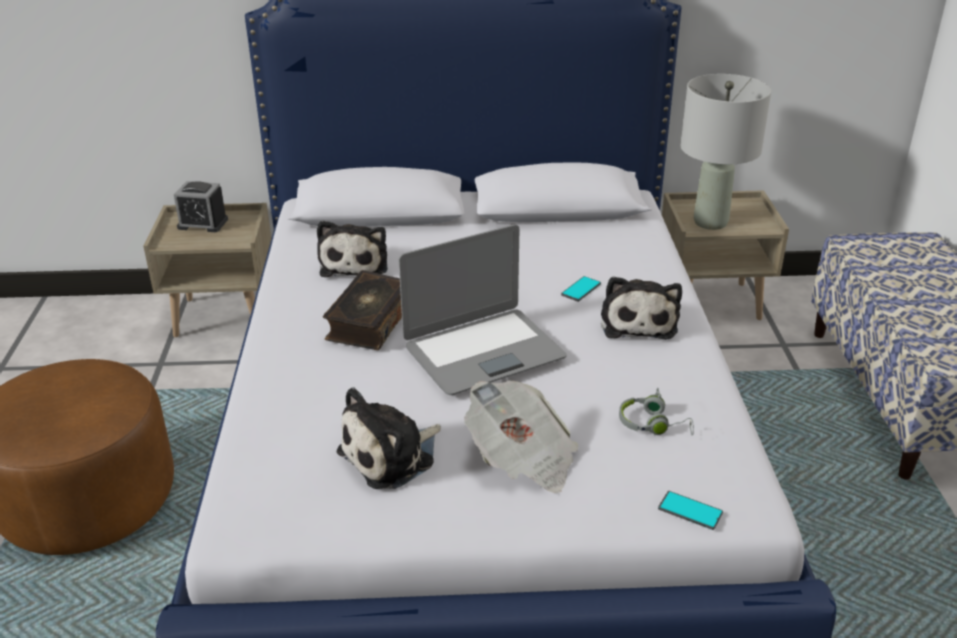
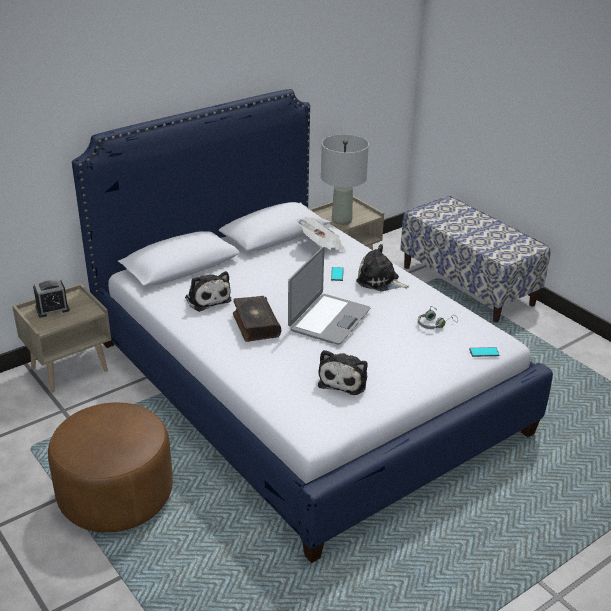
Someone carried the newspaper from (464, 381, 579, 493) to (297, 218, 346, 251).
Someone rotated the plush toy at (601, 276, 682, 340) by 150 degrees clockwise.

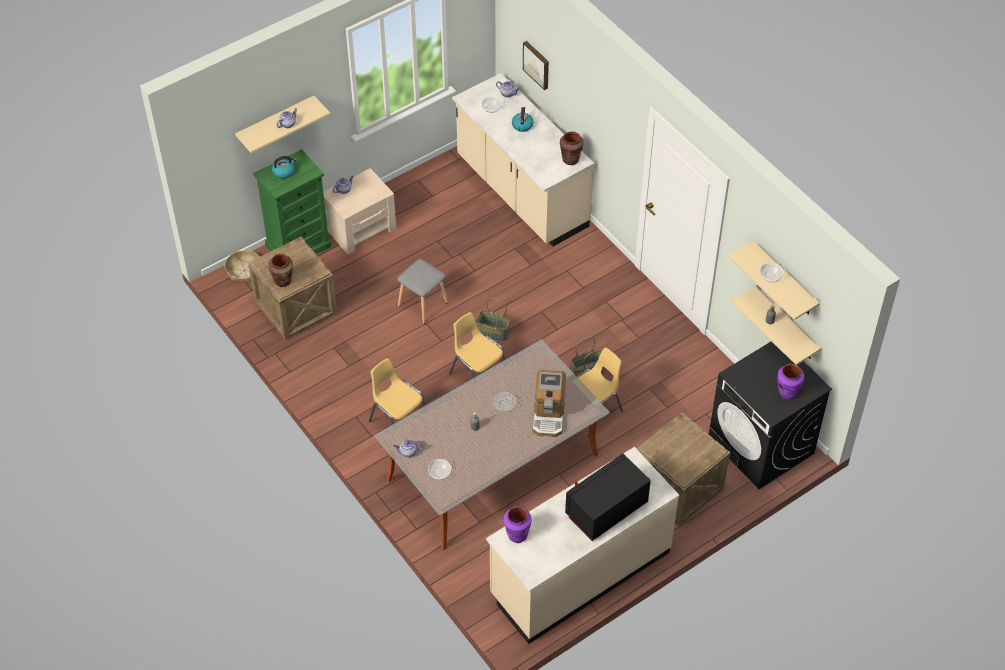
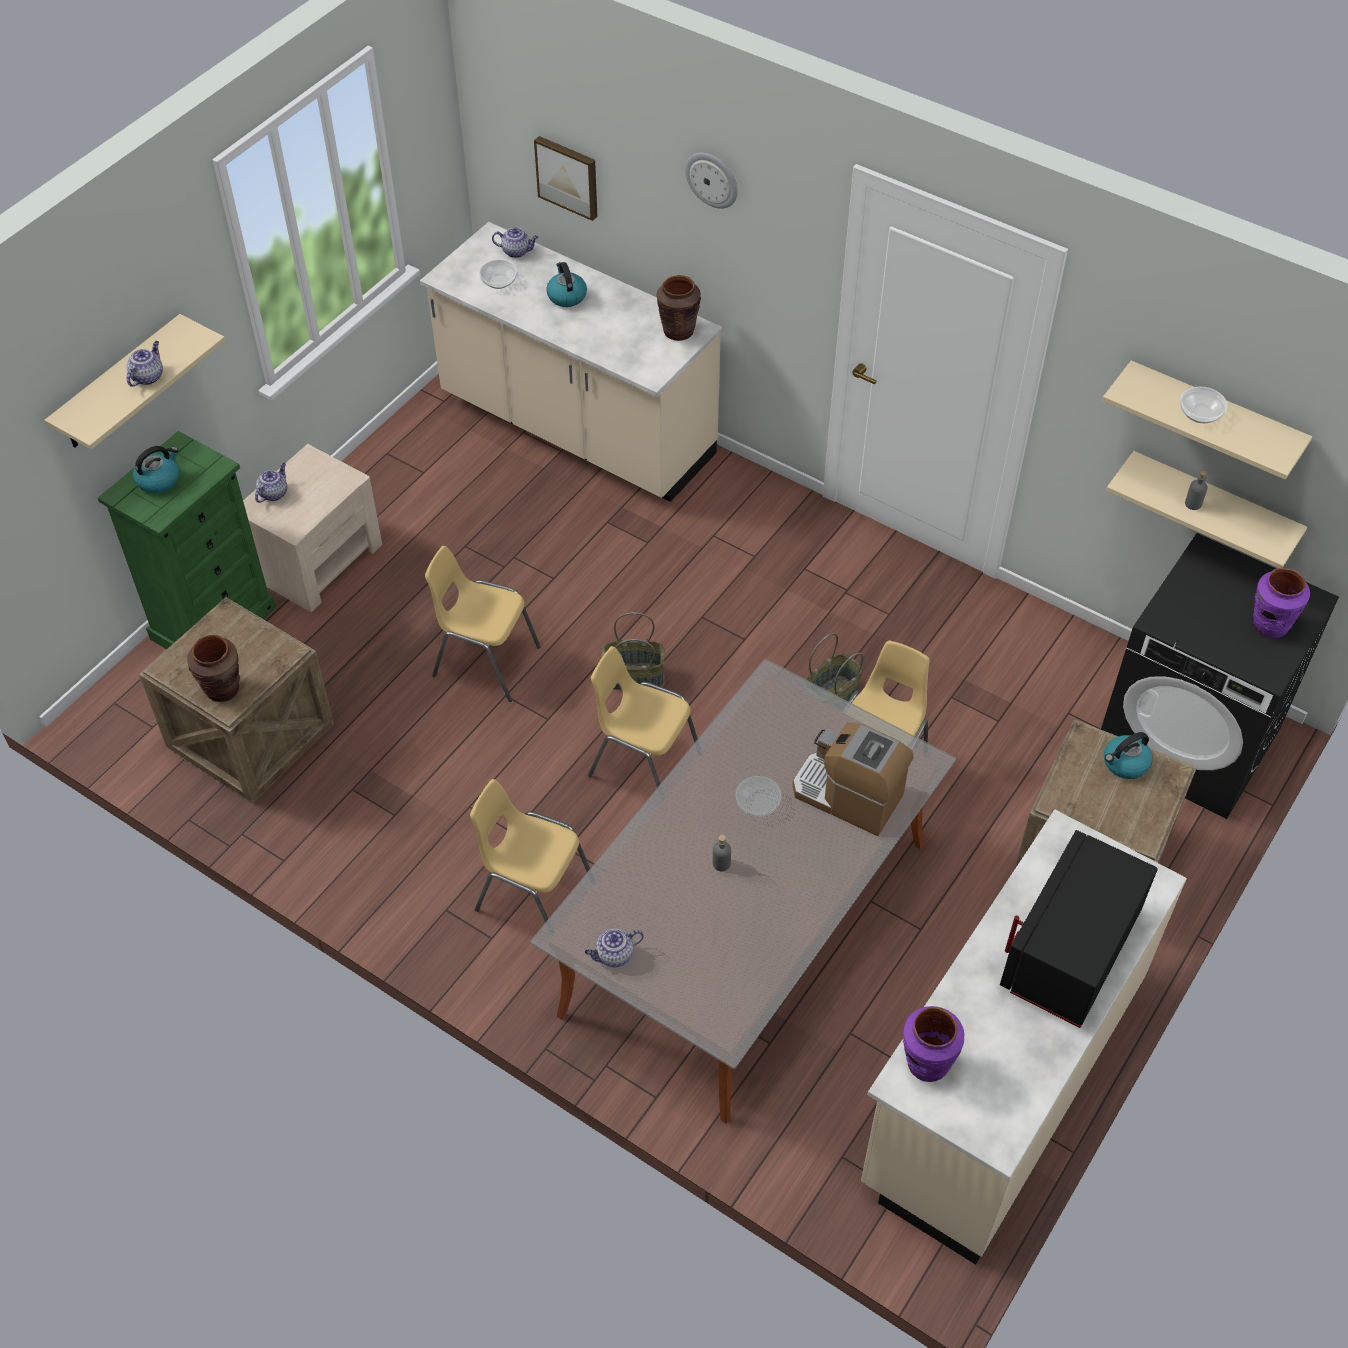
Someone took away the basket at (225, 250, 259, 283).
Someone swapped the grey stool at (397, 259, 448, 324) for the yellow chair at (425, 546, 541, 702).
Someone took away the bowl at (428, 459, 451, 480).
Someone rotated the coffee machine at (533, 370, 566, 437) by 135 degrees clockwise.
Someone put up the wall clock at (685, 153, 738, 209).
Someone put down the kettle at (1104, 732, 1153, 779).

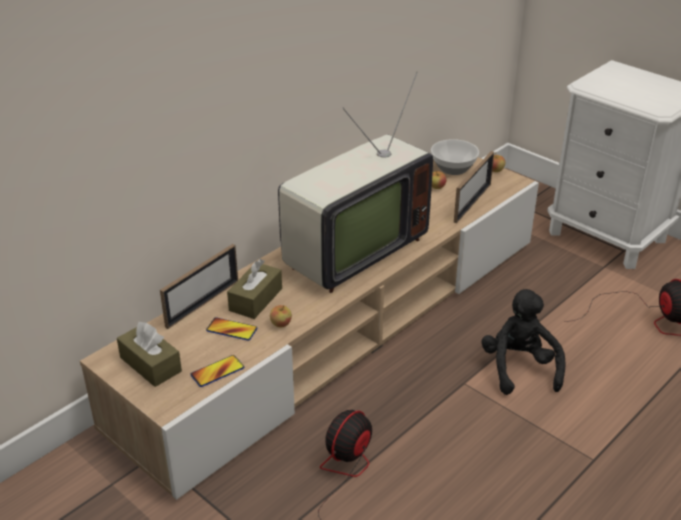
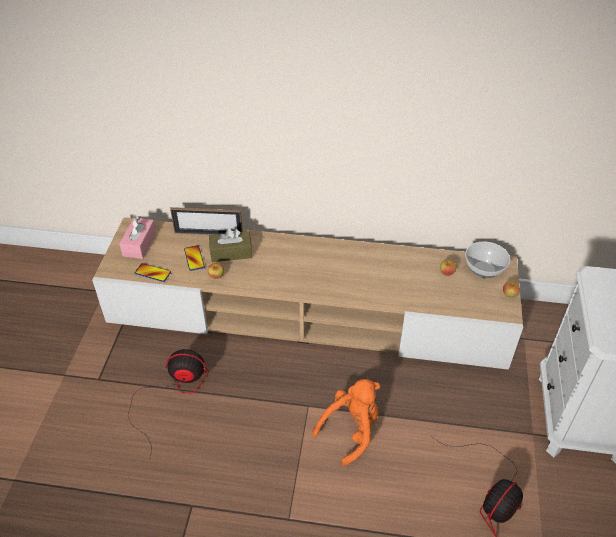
Someone repainted the brown tissue box at (117, 322, 182, 387), which became the pink tissue box at (119, 216, 156, 259).
Someone took away the television at (278, 71, 433, 293).
Someone took away the picture frame at (454, 151, 494, 223).
Someone repainted the black plush toy at (481, 289, 566, 395), which became the orange plush toy at (312, 379, 380, 466).

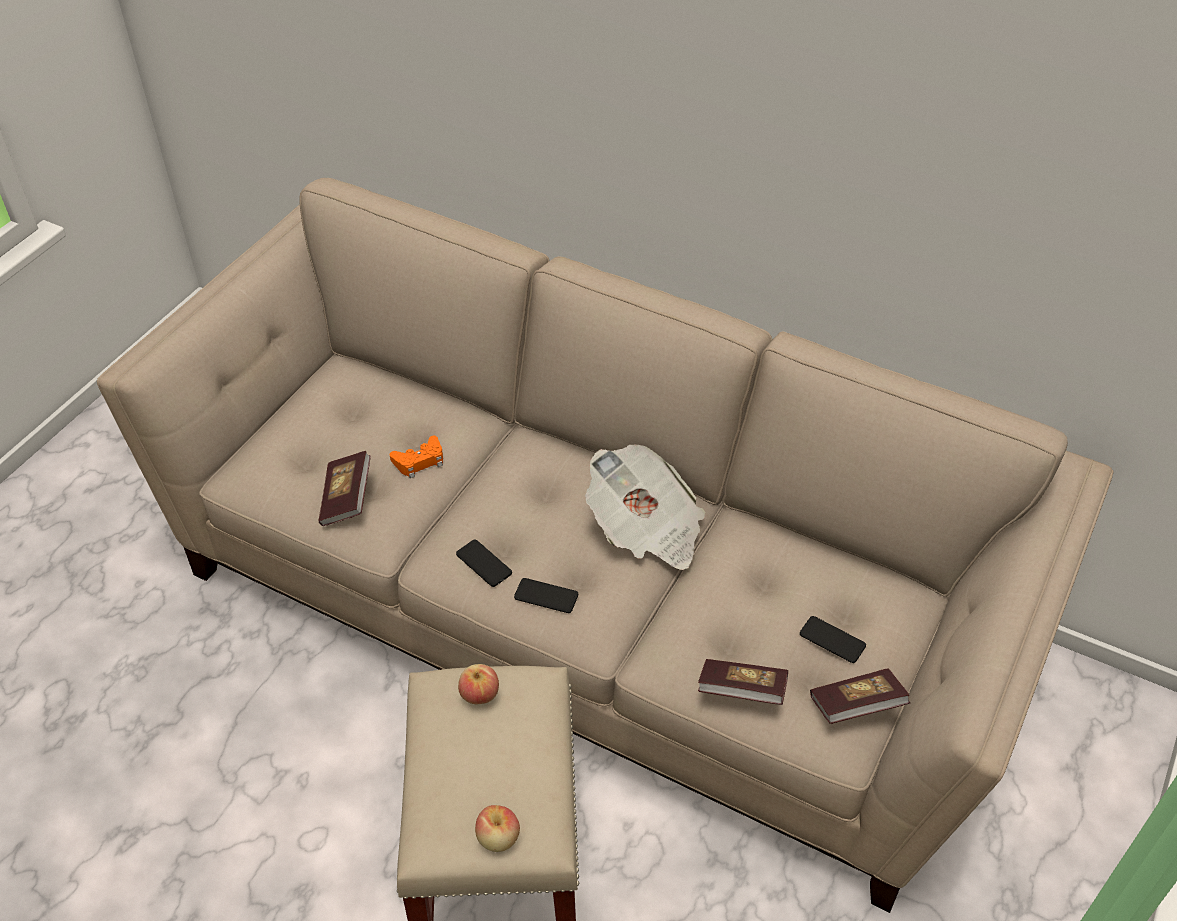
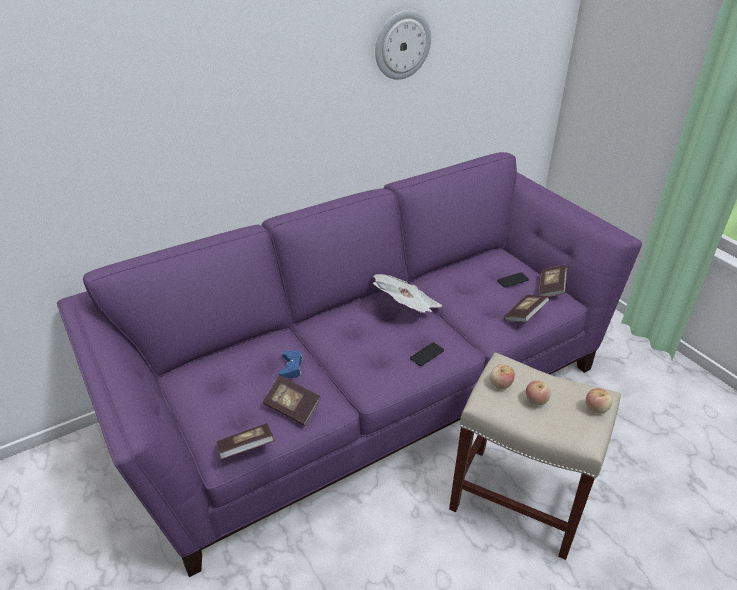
Someone repainted the beige sofa at (97, 178, 1114, 913), which became the purple sofa at (57, 152, 642, 577).
Someone repainted the orange game controller at (390, 436, 443, 478), which became the blue game controller at (279, 350, 303, 378).
Someone took away the phone at (456, 539, 512, 587).
Someone put down the book at (217, 423, 275, 459).
Someone put up the wall clock at (375, 10, 431, 80).
Someone put down the apple at (526, 381, 551, 406).

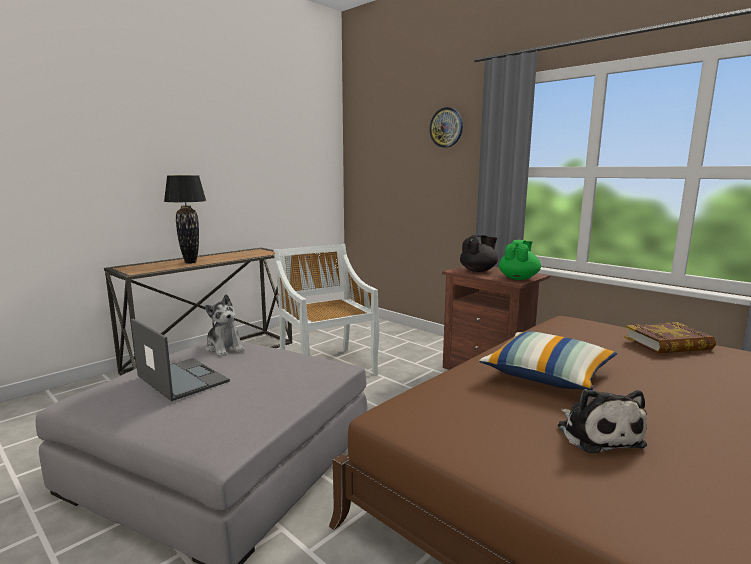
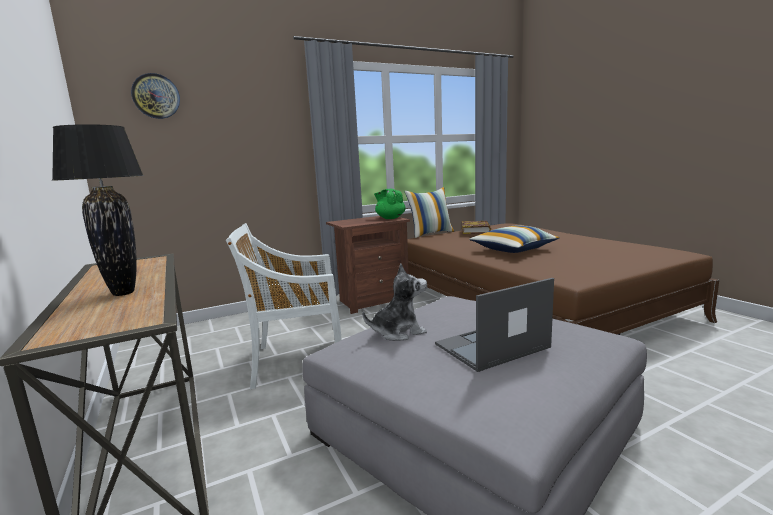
Someone carried the wall clock from (429, 107, 463, 148) to (131, 73, 180, 119).
Someone took away the black teapot at (460, 235, 498, 272).
Someone took away the plush toy at (558, 389, 647, 454).
Someone put down the pillow at (404, 187, 455, 238).

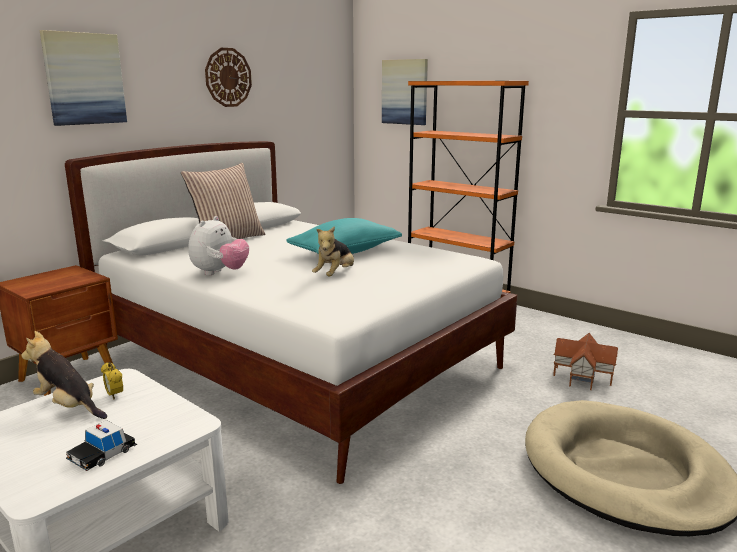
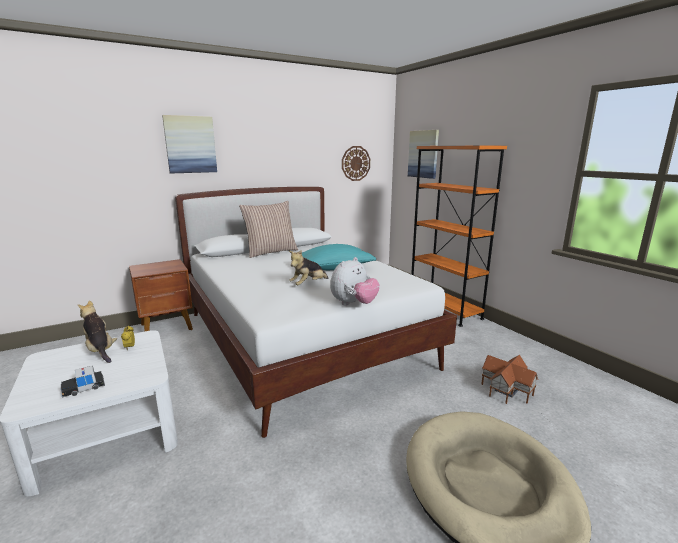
Someone carried the plush toy from (189, 216, 249, 275) to (330, 257, 380, 306).
Someone carried the wall clock from (205, 48, 252, 107) to (342, 146, 370, 181).

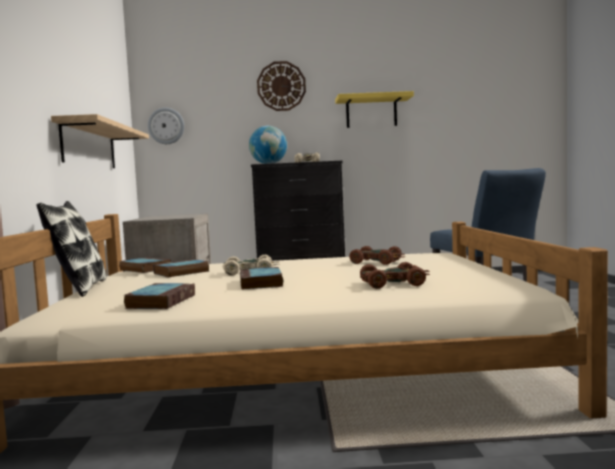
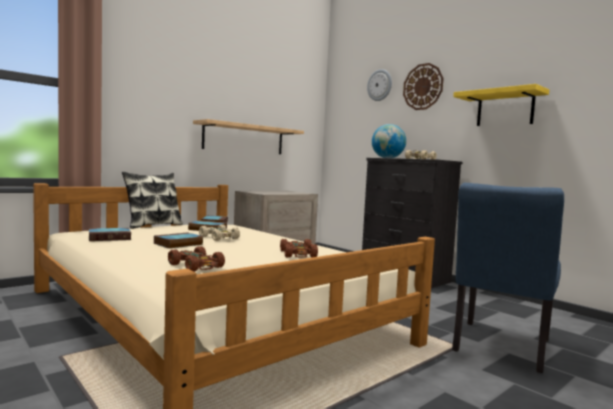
Someone carried the wall clock from (148, 107, 184, 144) to (367, 69, 392, 101).

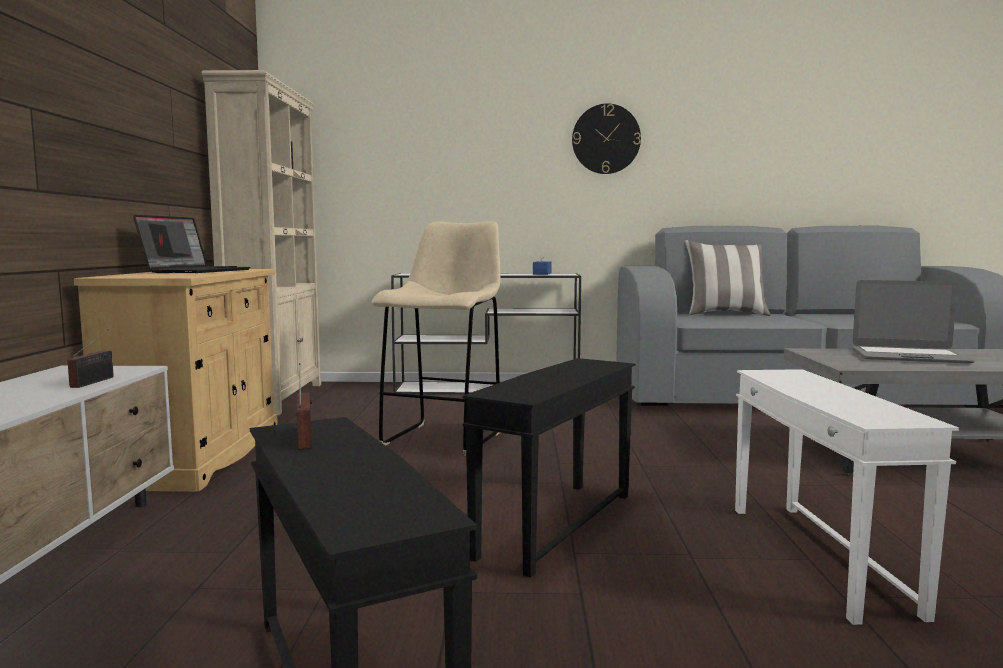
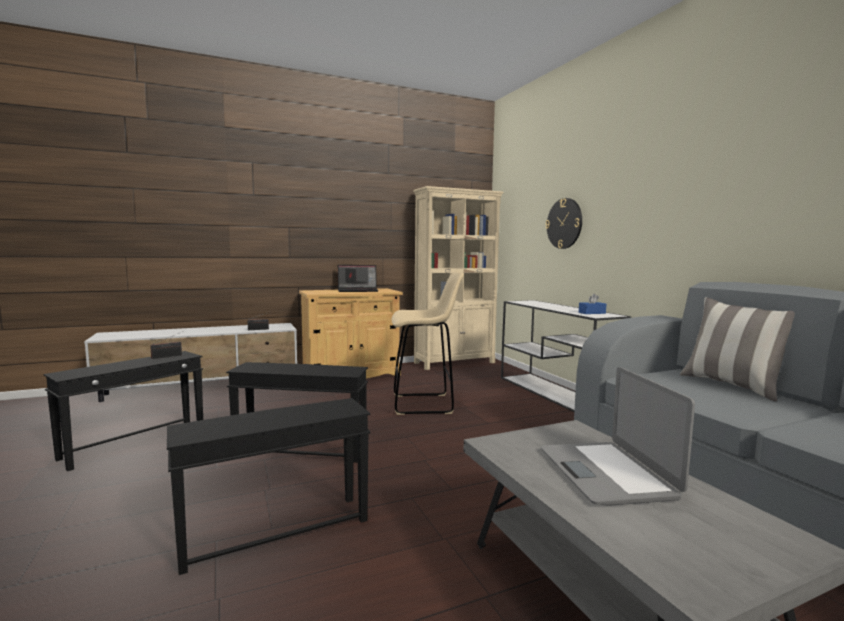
Someone carried the wall clock from (572, 104, 641, 174) to (546, 198, 582, 249).
Someone repainted the white side table at (735, 369, 959, 625), which became the black side table at (167, 398, 371, 575).

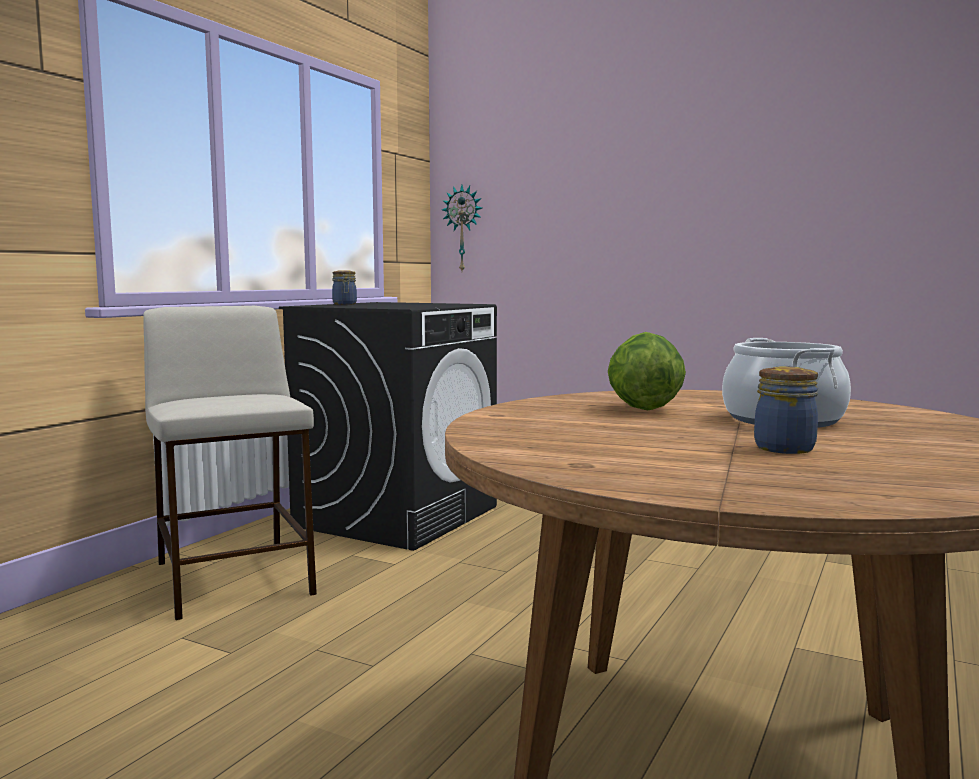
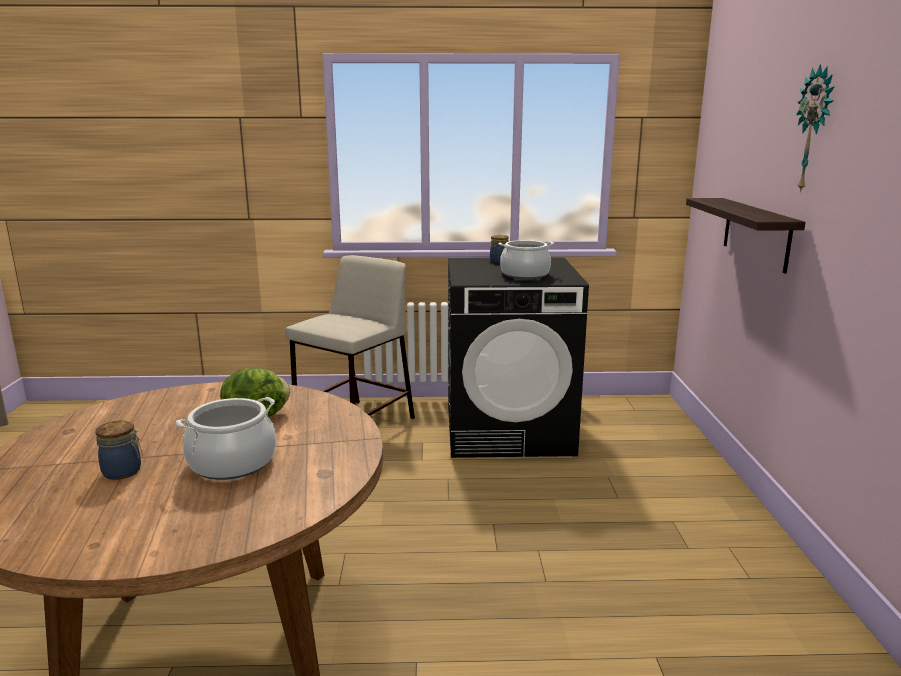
Someone carried the wall clock from (442, 185, 482, 271) to (797, 64, 835, 193).
Someone put down the cooking pot at (498, 240, 554, 279).
Someone put up the shelf at (686, 198, 806, 273).

